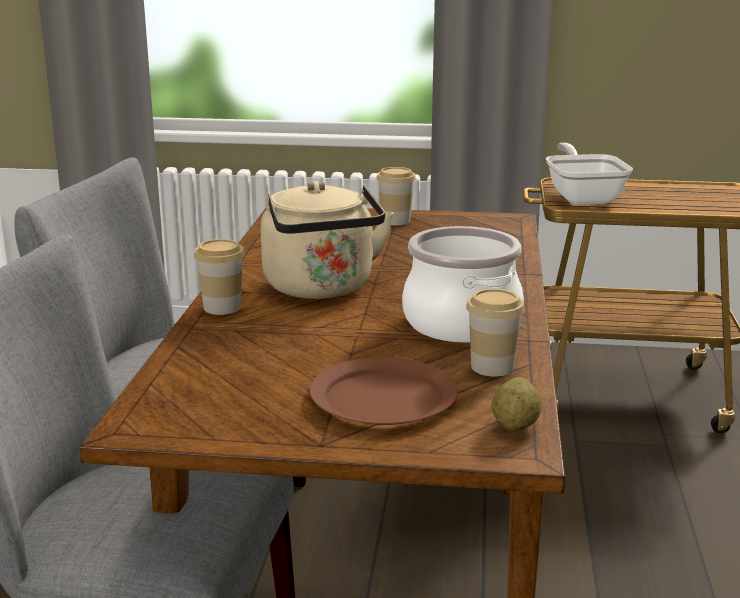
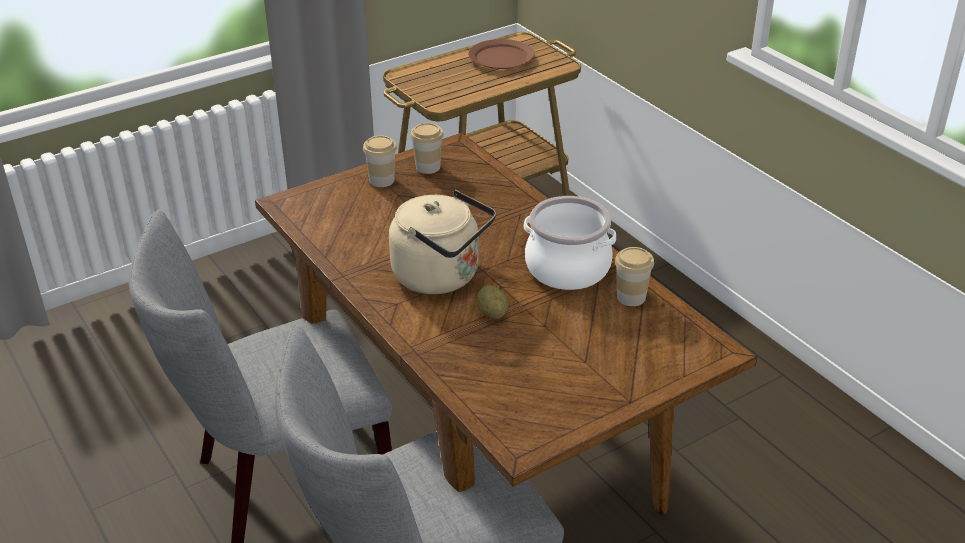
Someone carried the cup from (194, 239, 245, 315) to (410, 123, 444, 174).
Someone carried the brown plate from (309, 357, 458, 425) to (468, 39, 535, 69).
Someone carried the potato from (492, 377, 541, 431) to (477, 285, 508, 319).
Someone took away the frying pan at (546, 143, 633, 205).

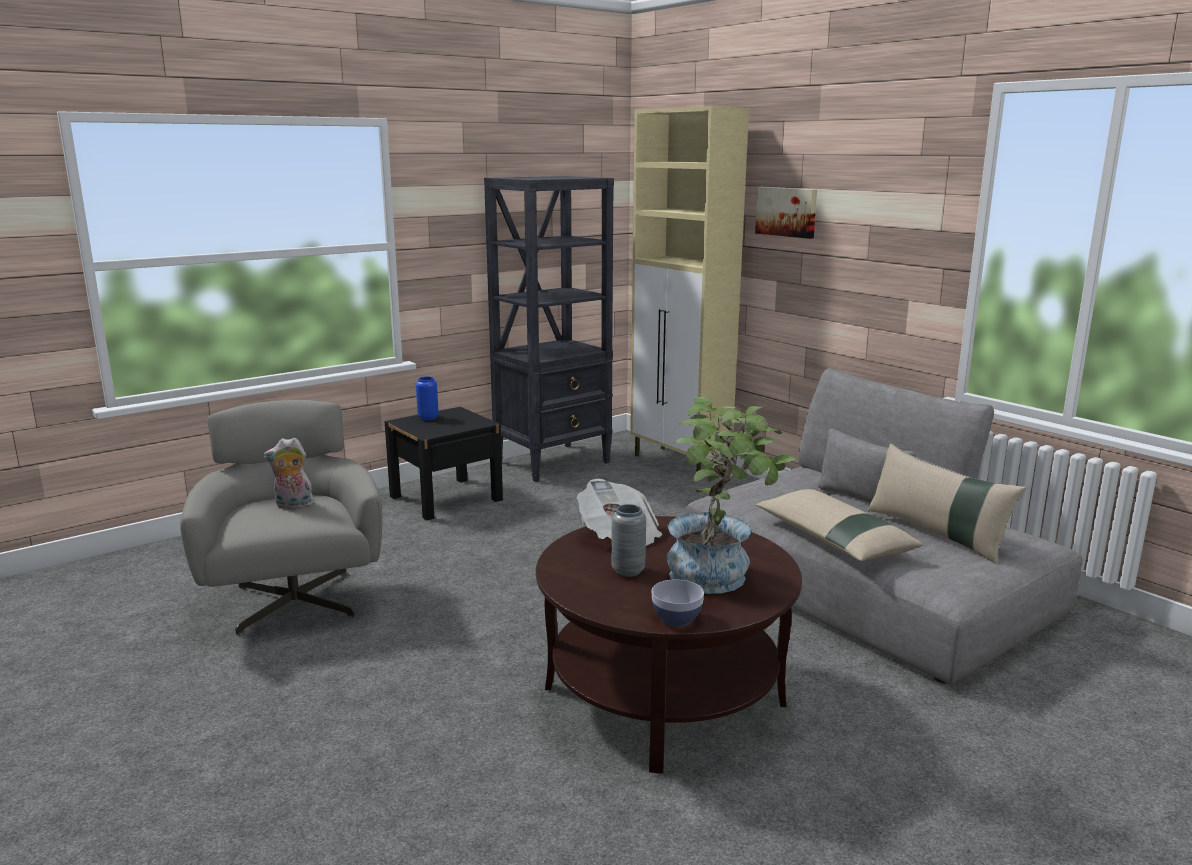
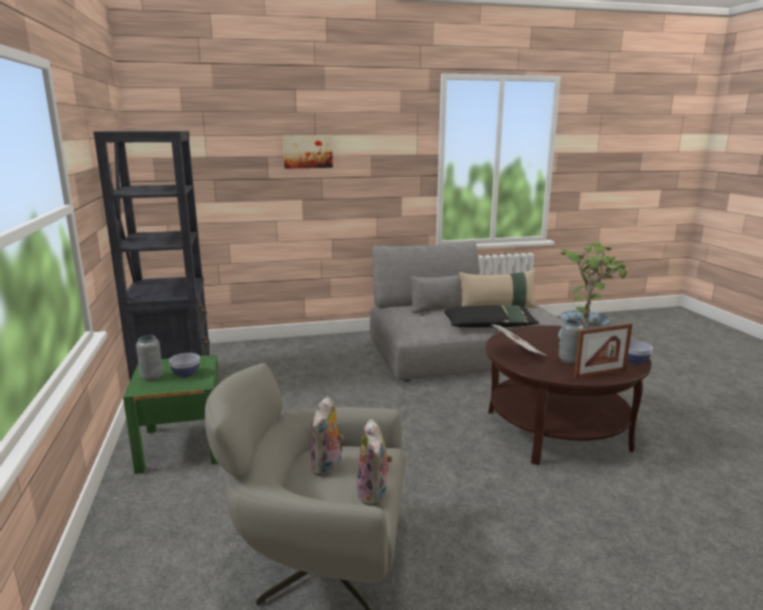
Someone repainted the black nightstand at (385, 407, 503, 521), which became the green nightstand at (123, 355, 220, 474).
Someone repainted the blue vase at (416, 377, 439, 420), which became the grey vase at (136, 335, 163, 381).
Someone took away the beige cabinet at (630, 106, 749, 473).
Someone repainted the beige pillow at (756, 489, 923, 561), which became the black pillow at (444, 305, 539, 327).
Someone put down the bowl at (169, 353, 200, 378).
Someone put down the plush toy at (356, 419, 393, 506).
Someone put down the picture frame at (574, 323, 632, 379).

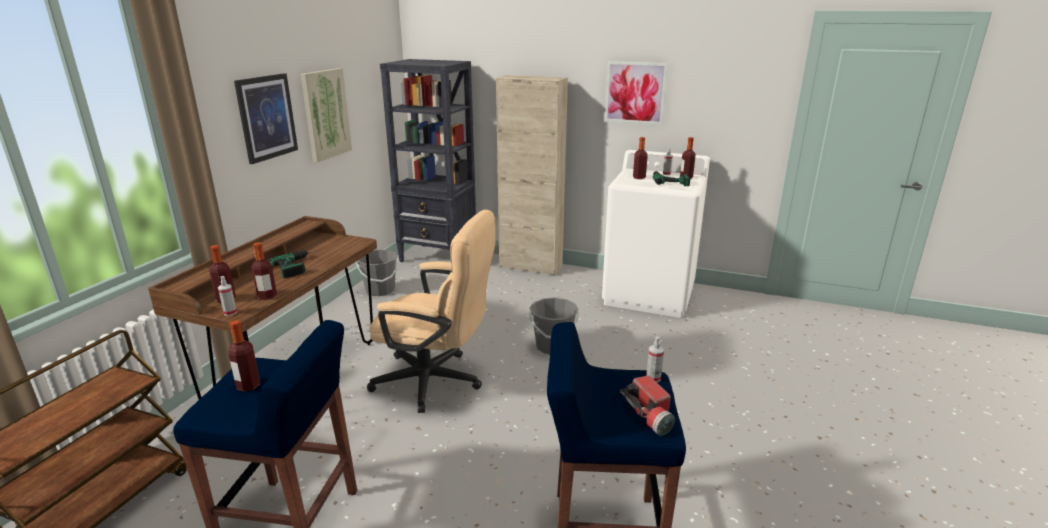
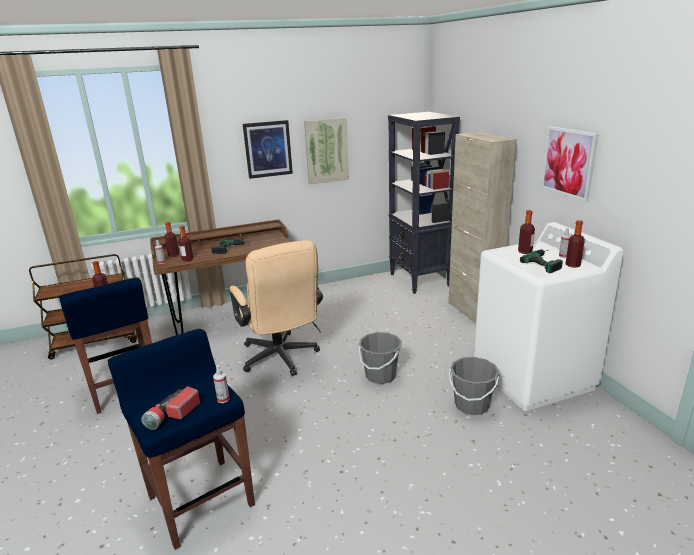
Someone carried the grey bucket from (356, 250, 399, 296) to (449, 357, 500, 415).

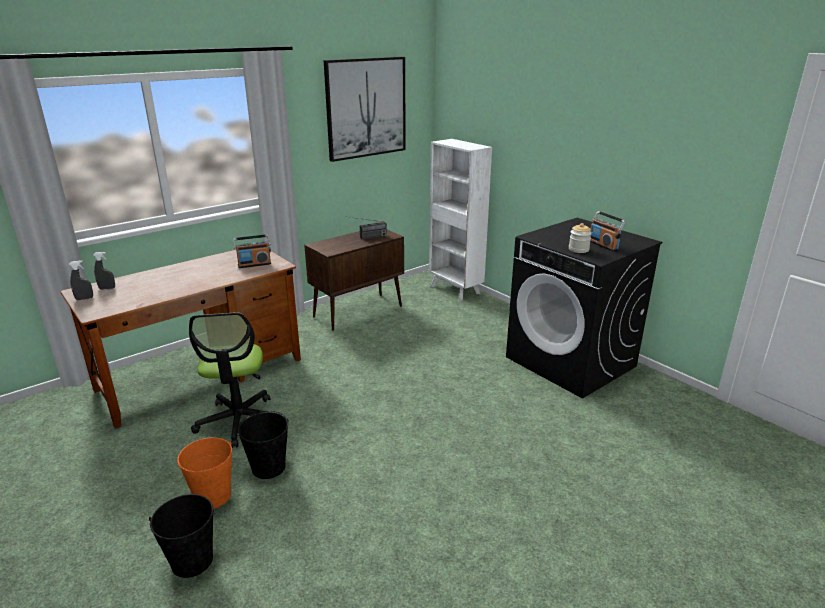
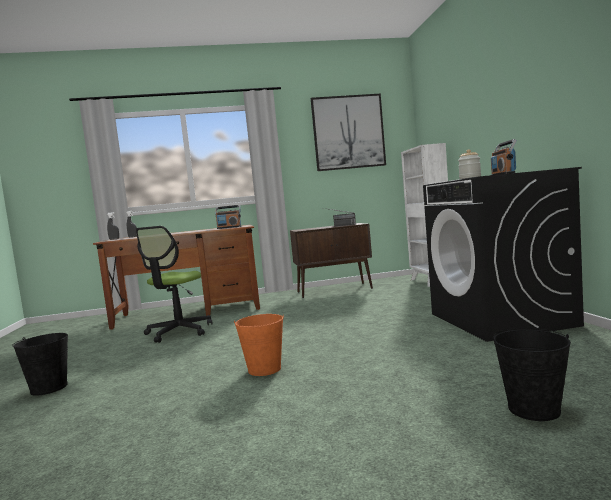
Someone carried the orange bucket from (177, 437, 232, 509) to (234, 314, 284, 376).
Someone carried the black bucket from (237, 411, 289, 479) to (493, 328, 571, 421).

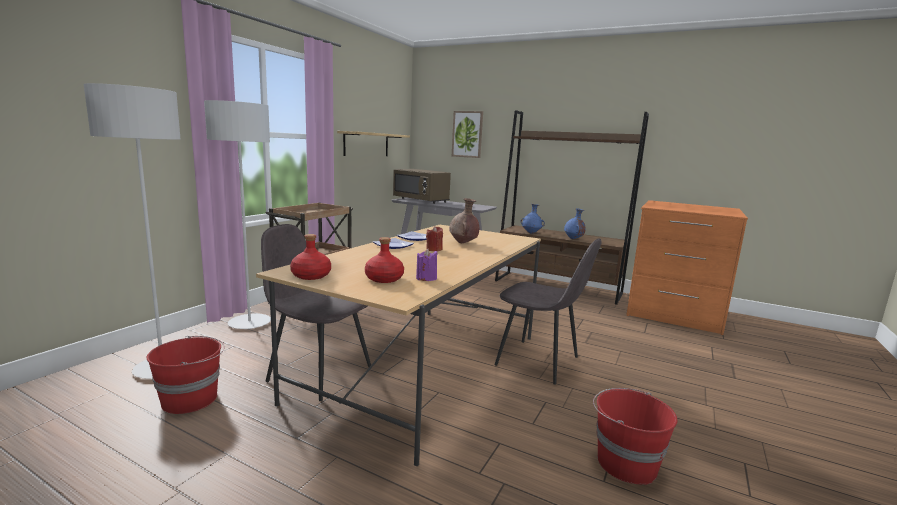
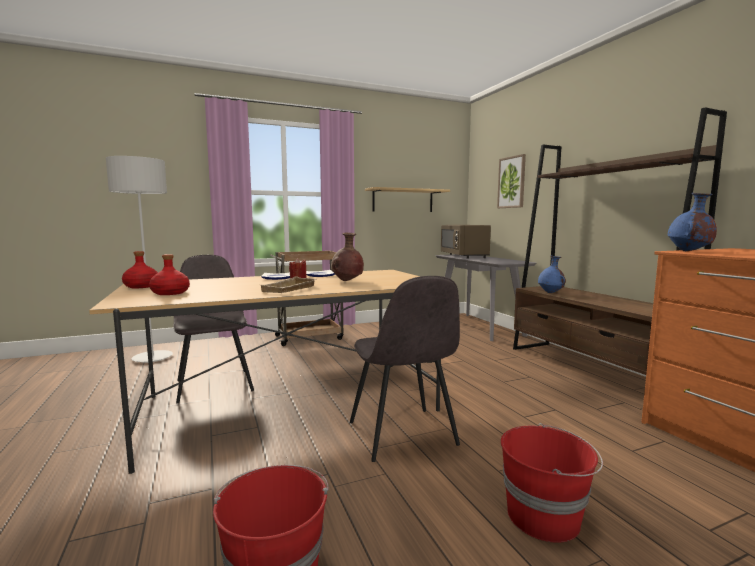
Someone carried the red bucket from (147, 336, 224, 414) to (501, 423, 603, 543).
Someone took away the grey floor lamp at (204, 100, 271, 329).
Someone took away the purple candle at (416, 249, 438, 281).
Someone carried the blue vase from (564, 208, 586, 239) to (668, 193, 717, 251).
Someone put down the beige tray at (261, 276, 317, 293).

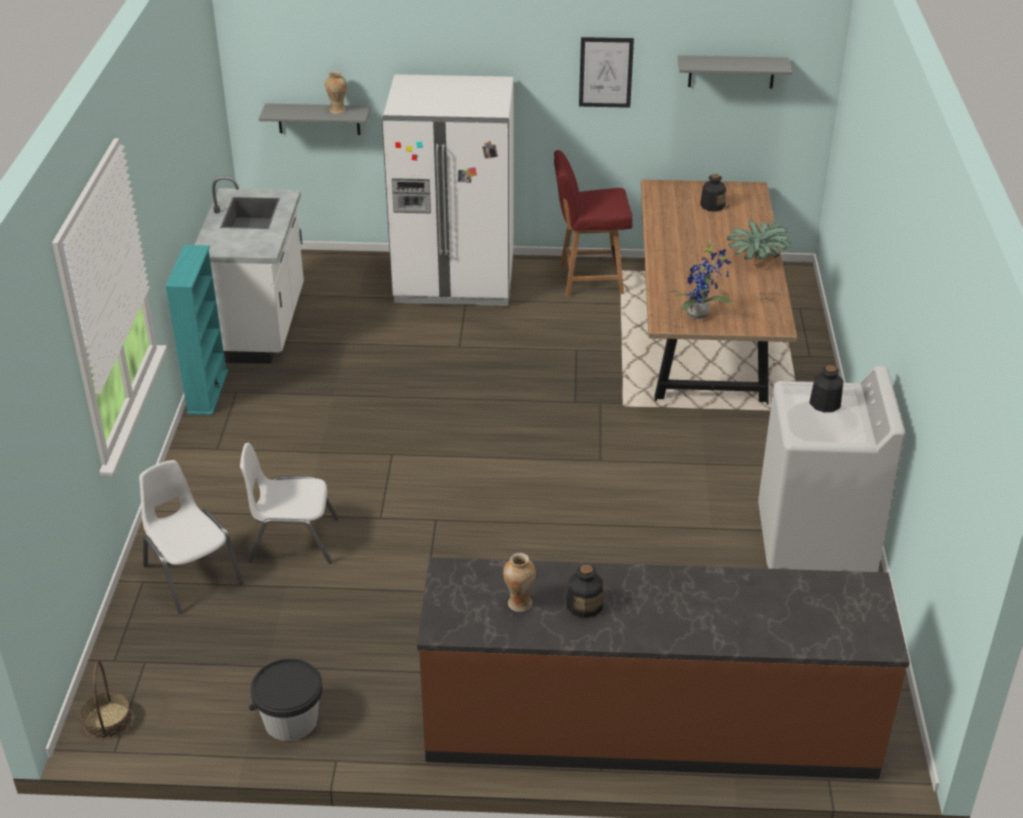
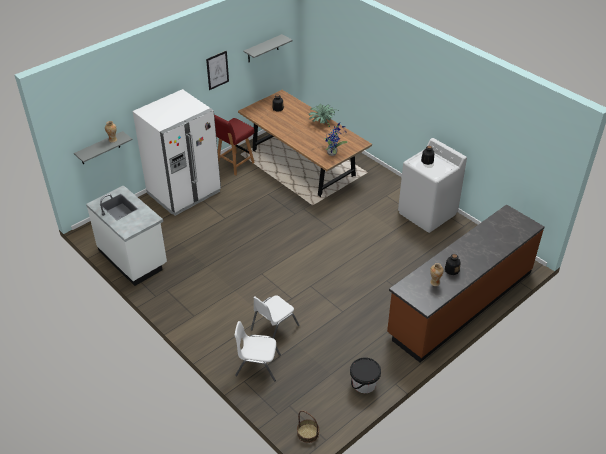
Someone took away the turquoise bookcase at (165, 245, 228, 415).

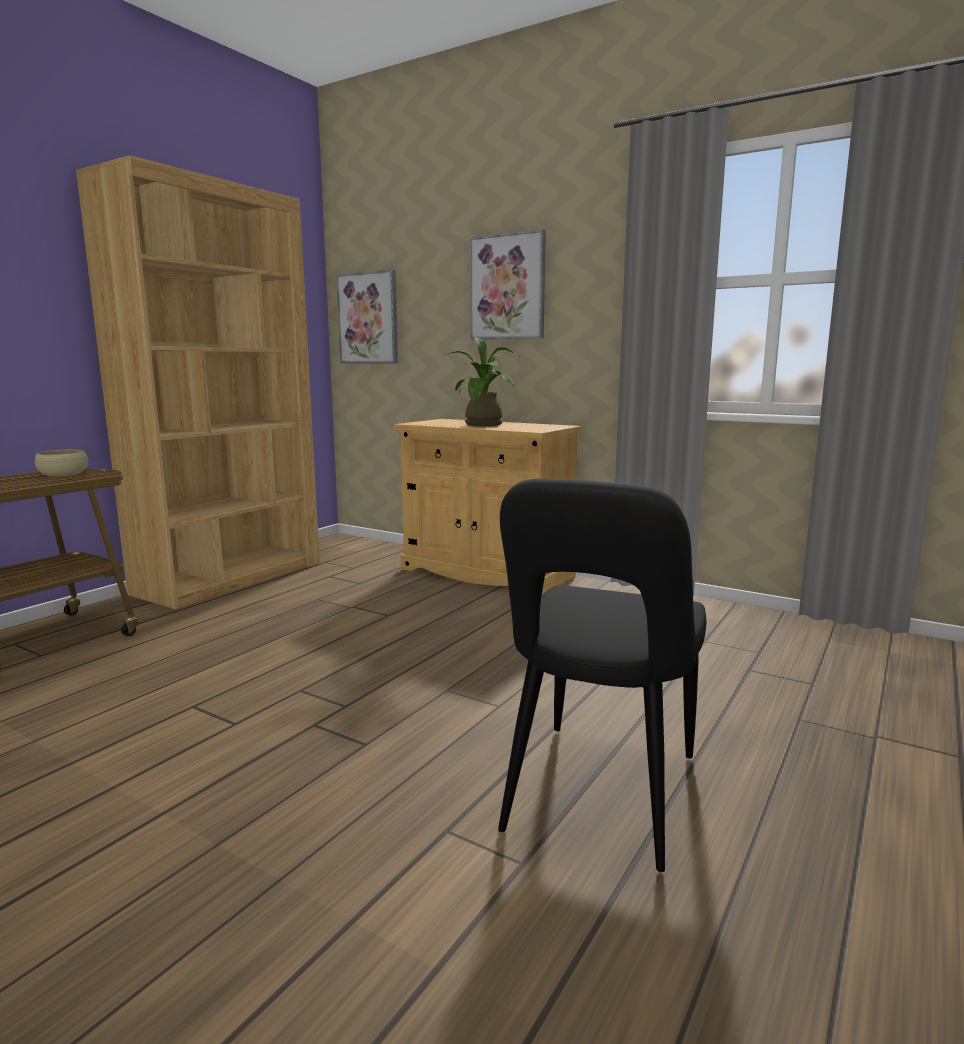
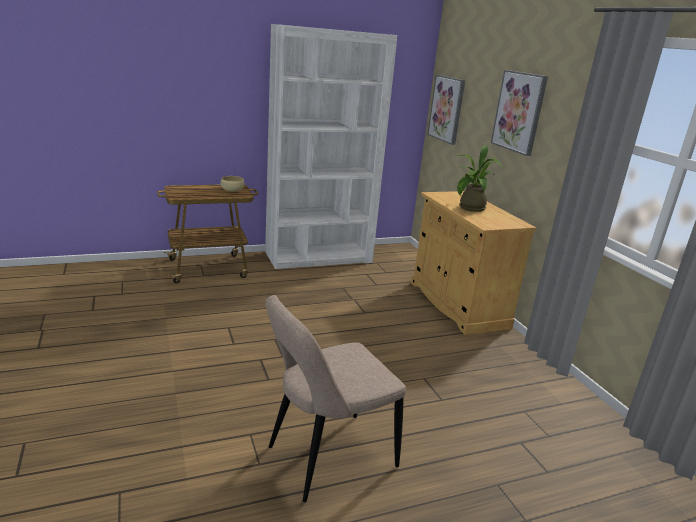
Someone repainted the brown bookcase at (76, 155, 320, 609), which became the white bookcase at (265, 24, 397, 269).
Someone repainted the black chair at (498, 479, 707, 872), which became the beige chair at (266, 295, 406, 502).

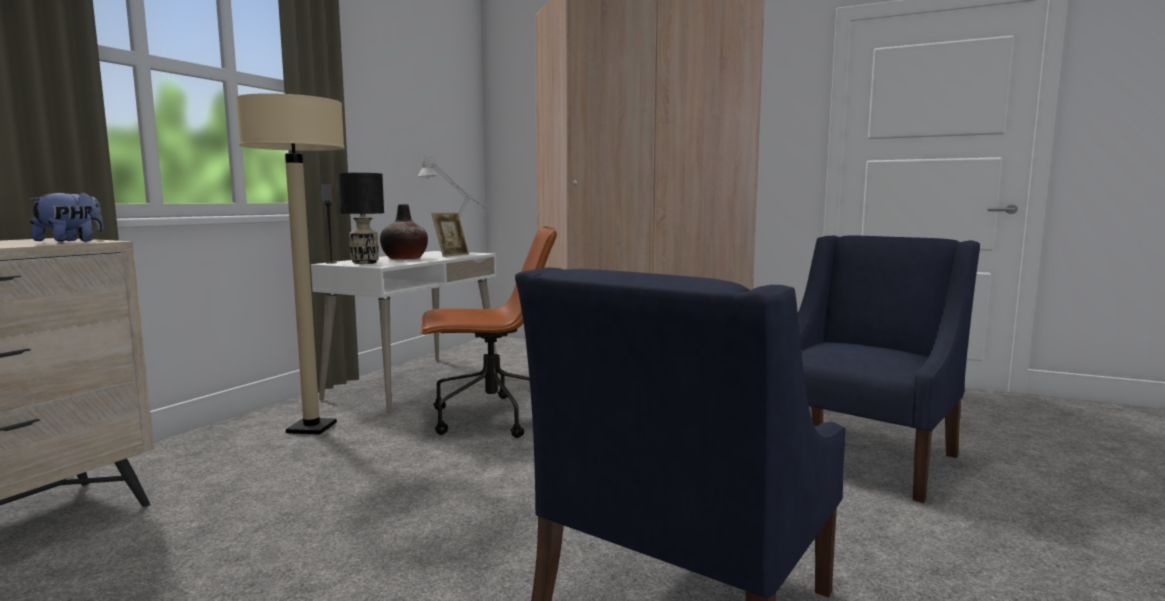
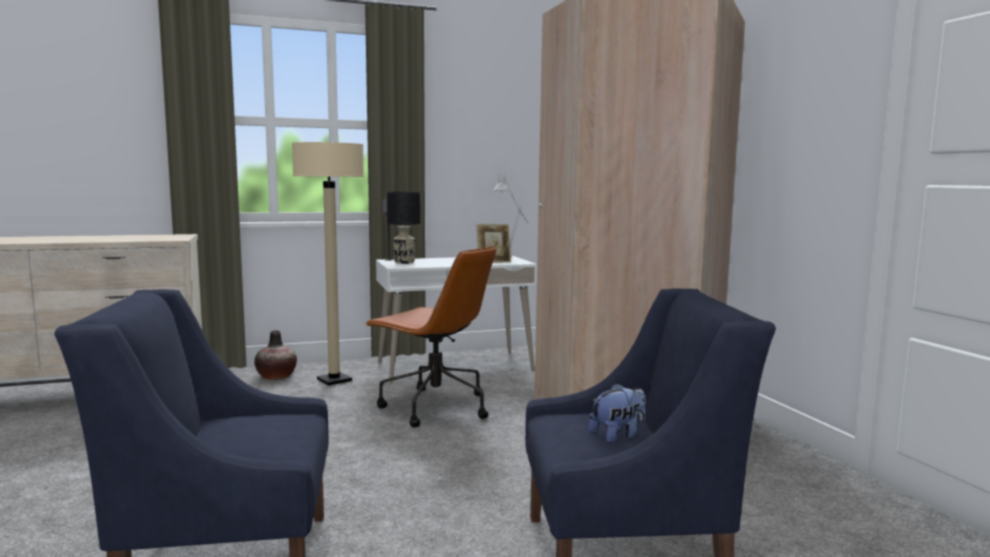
Someone carried the plush toy from (29, 191, 104, 242) to (588, 383, 646, 443).
Someone carried the vase from (380, 204, 428, 260) to (254, 330, 297, 380).

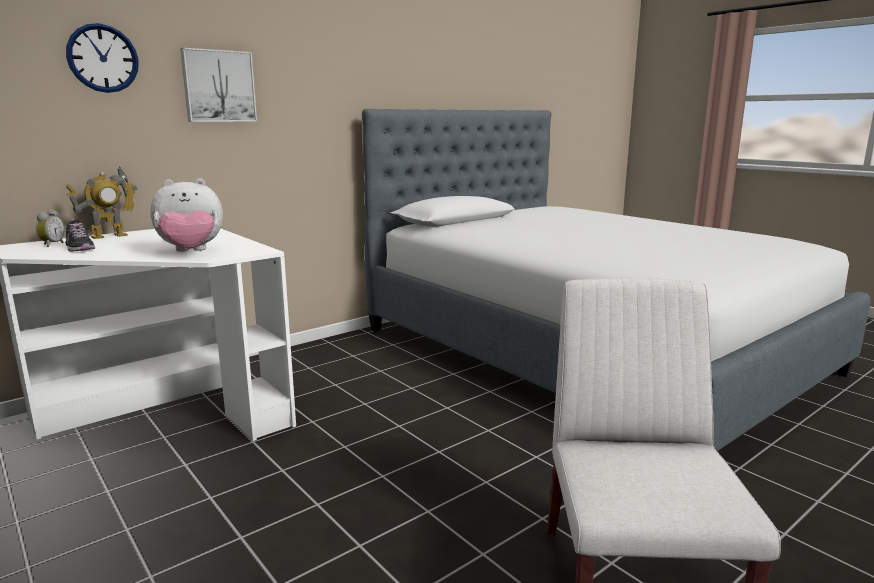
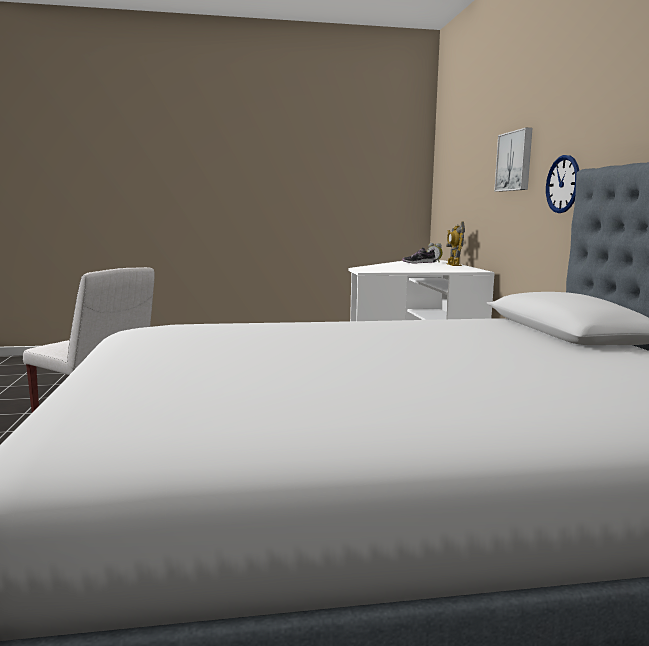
Someone carried the wall clock from (66, 23, 139, 93) to (546, 155, 579, 213).
Someone took away the plush toy at (150, 178, 223, 252).

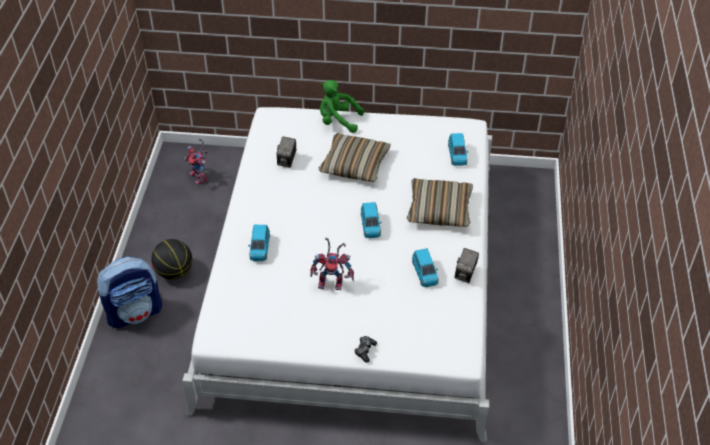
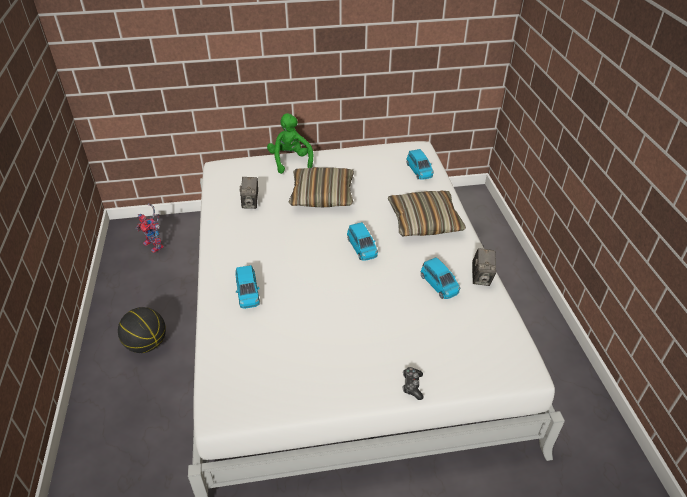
Someone took away the backpack at (97, 256, 162, 328).
Someone took away the toy robot at (310, 238, 354, 290).
Someone rotated the green plush toy at (320, 80, 364, 133) by 75 degrees clockwise.

